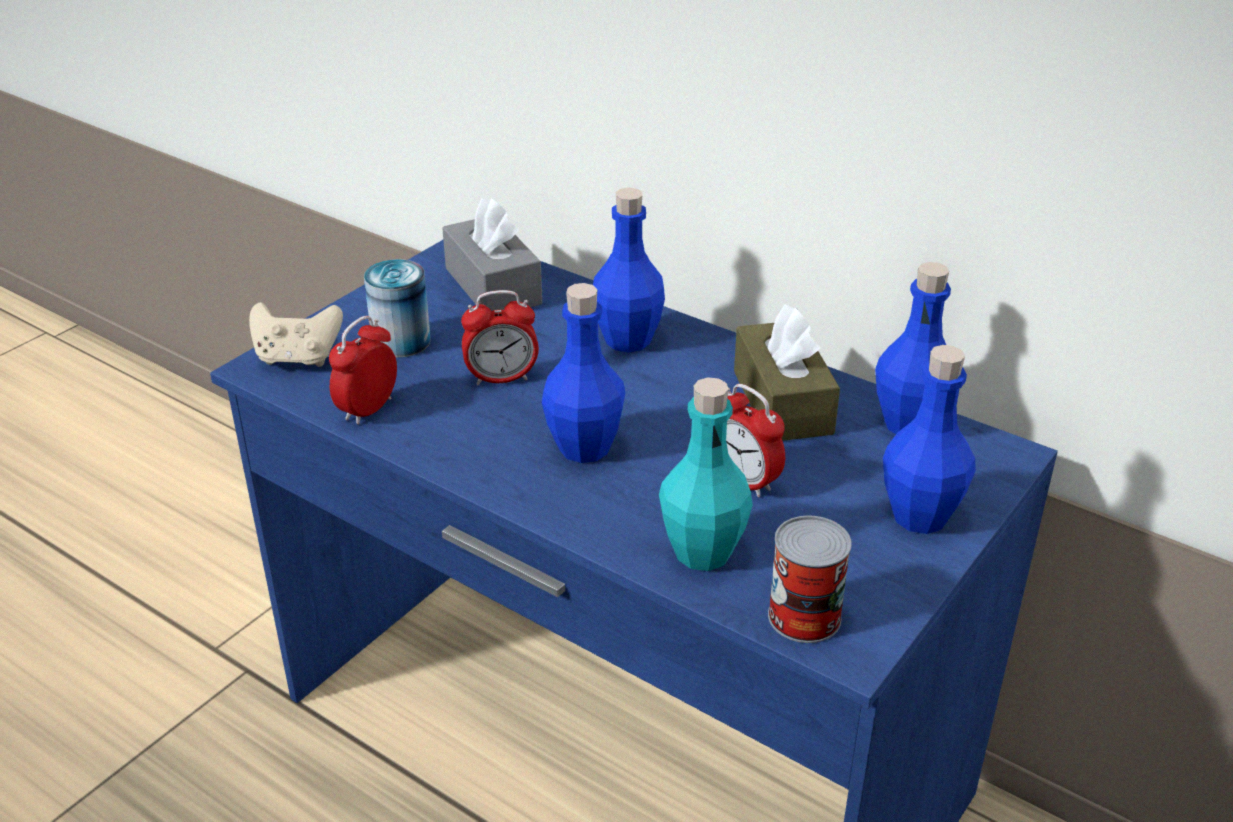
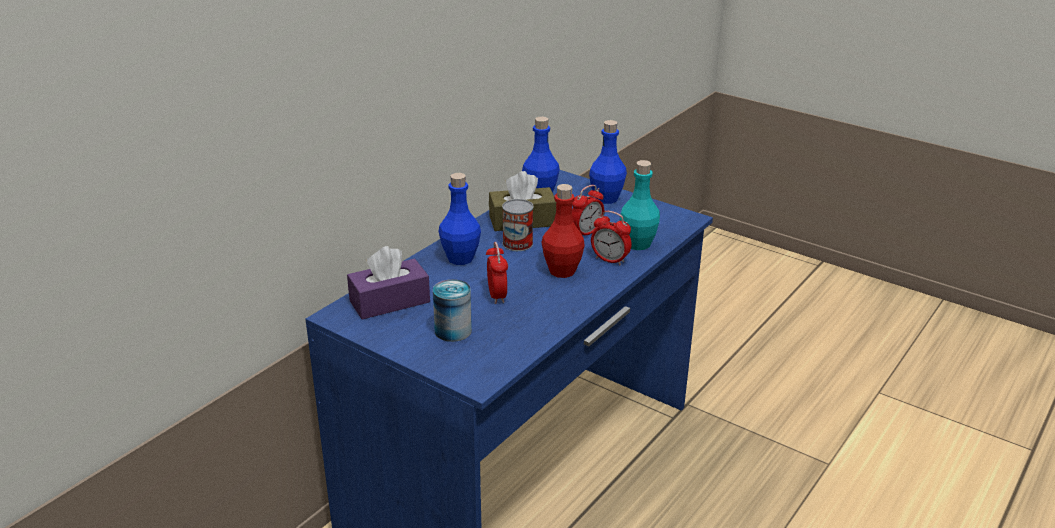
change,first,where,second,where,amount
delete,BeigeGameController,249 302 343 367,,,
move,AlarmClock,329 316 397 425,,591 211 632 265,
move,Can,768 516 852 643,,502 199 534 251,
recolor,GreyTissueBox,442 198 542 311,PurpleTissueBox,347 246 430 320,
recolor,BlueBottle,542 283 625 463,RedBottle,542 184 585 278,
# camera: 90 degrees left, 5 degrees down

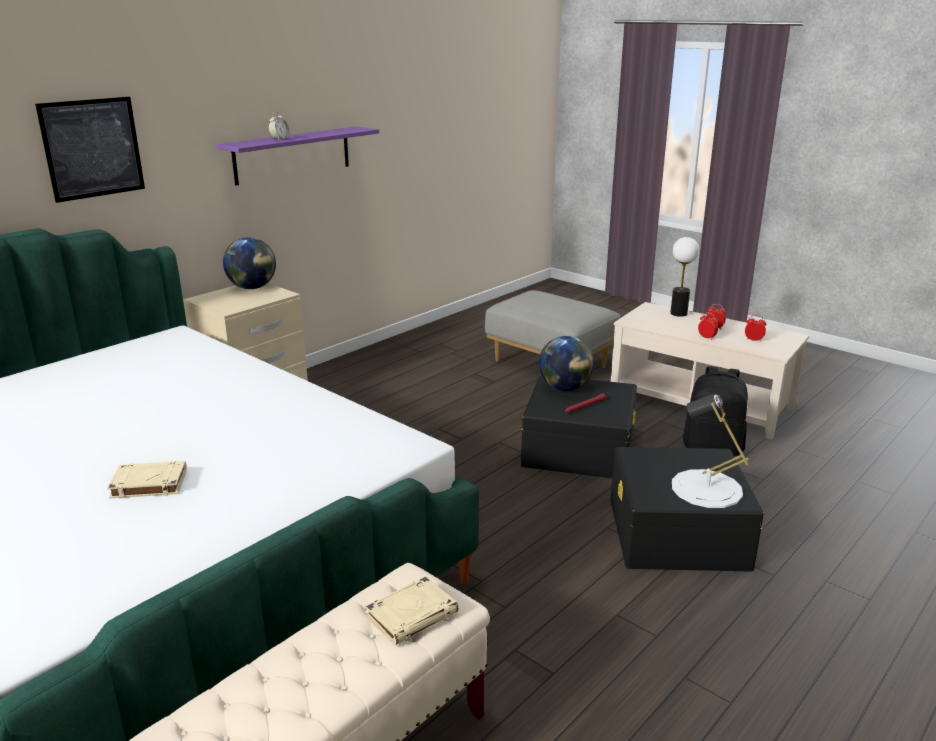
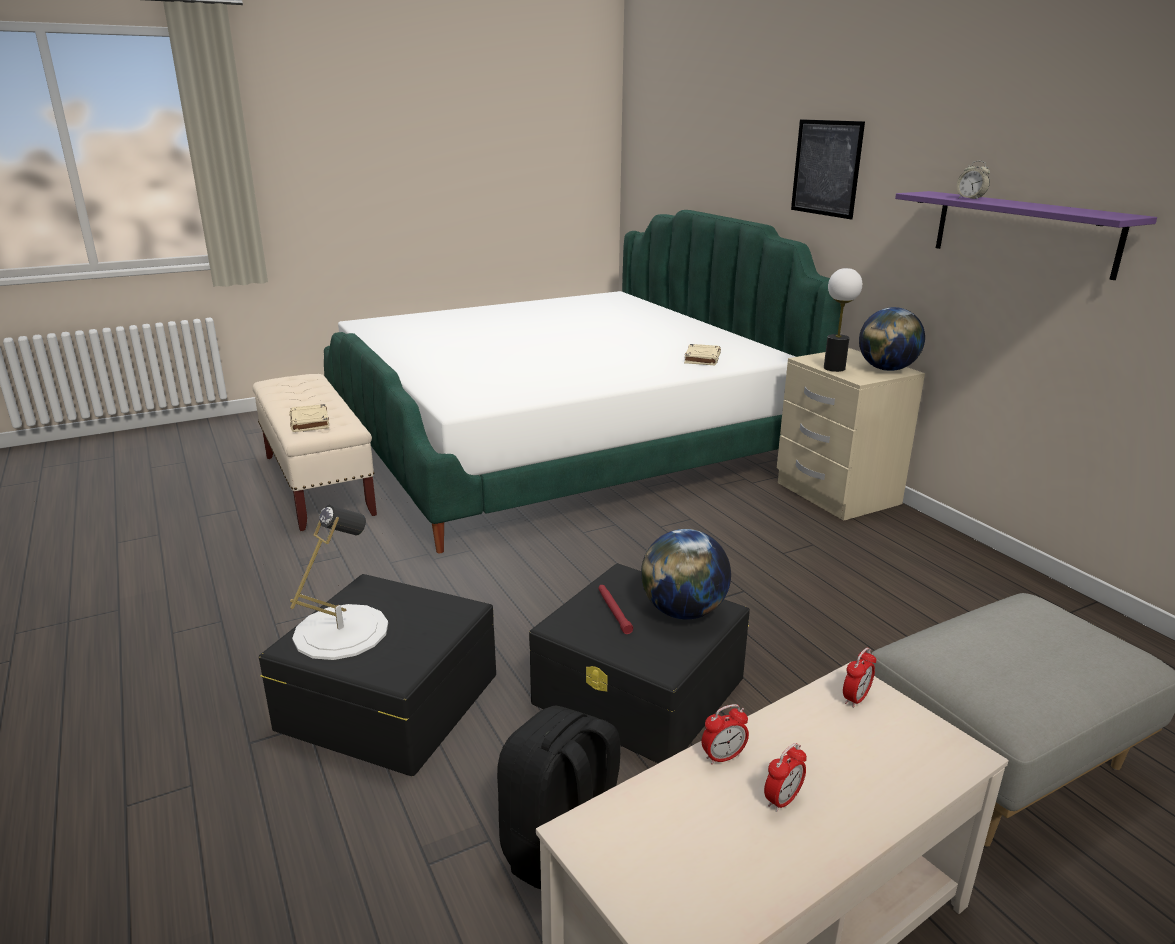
change,first,where,second,where,amount
move,BeigeBook,107 461 187 498,,684 344 721 365,
move,TableLamp,670 237 699 317,,824 268 862 372,
move,AlarmClock,745 315 766 342,,843 648 876 708,
# camera: 110 degrees right, 0 degrees up

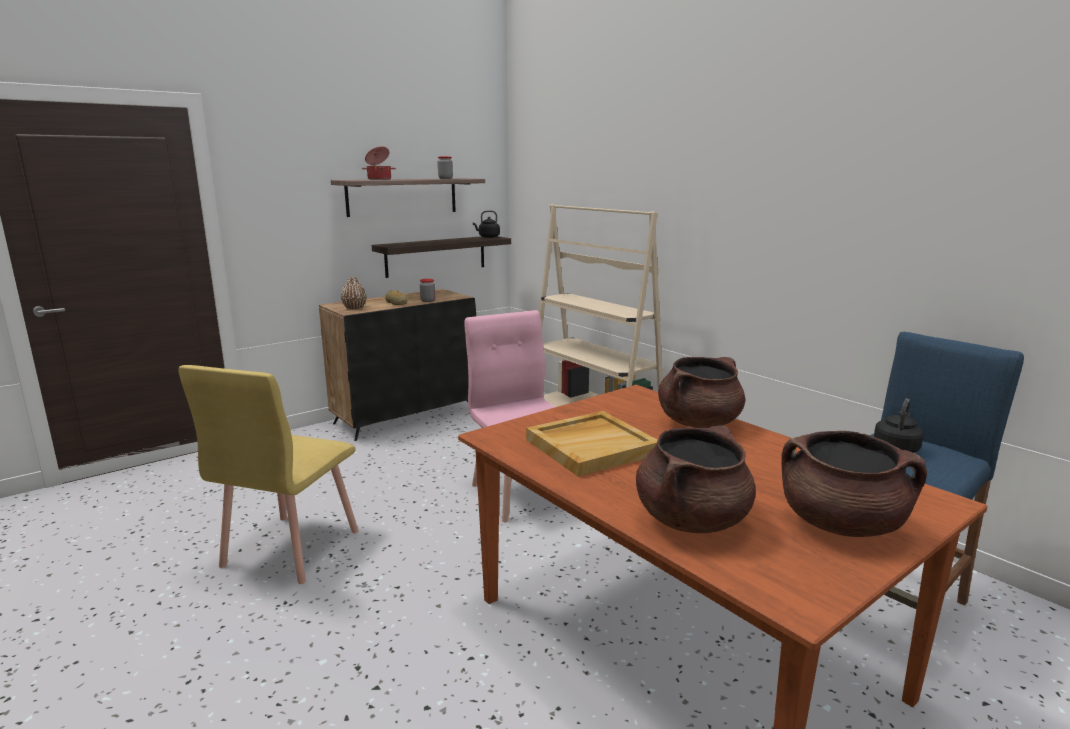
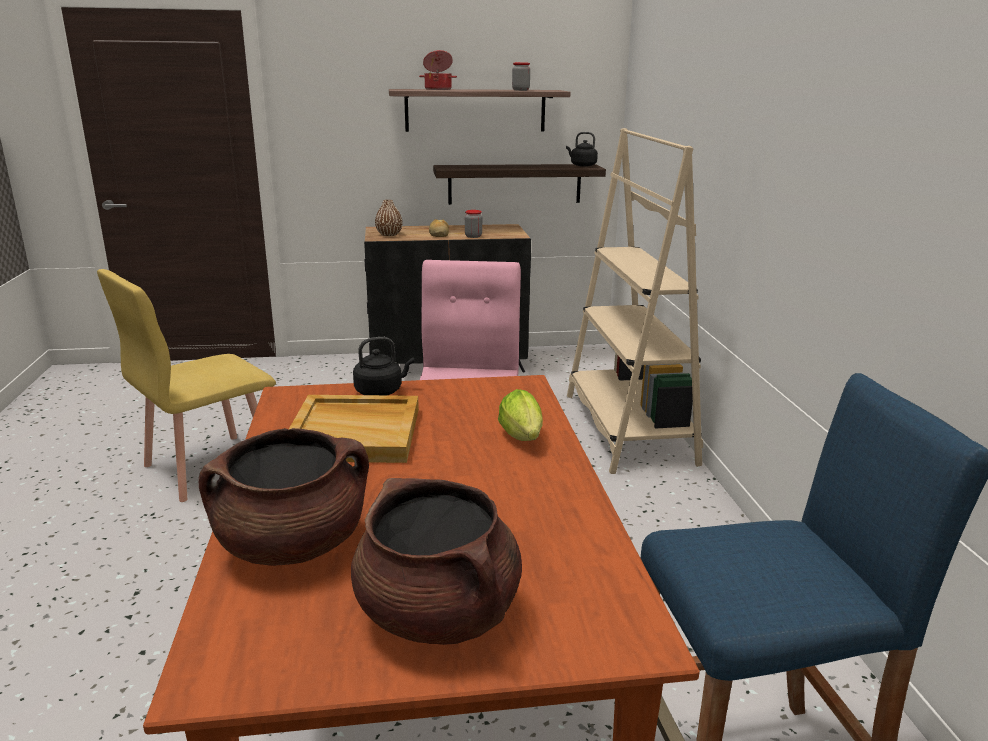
change,first,where,second,where,amount
move,BlackKettle,874 399 924 453,,353 337 414 395,
replace,BrownCookingPot,658 357 745 428,Lettuce,498 389 543 441,
# camera: 30 degrees right, 5 degrees up

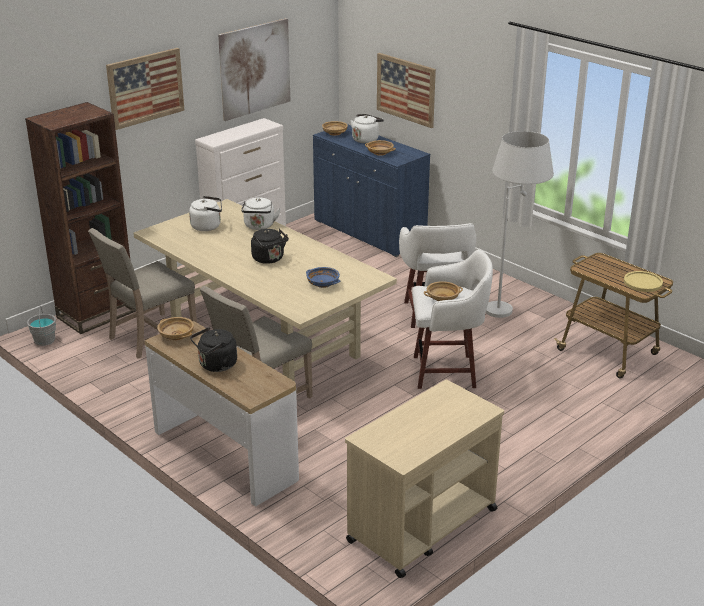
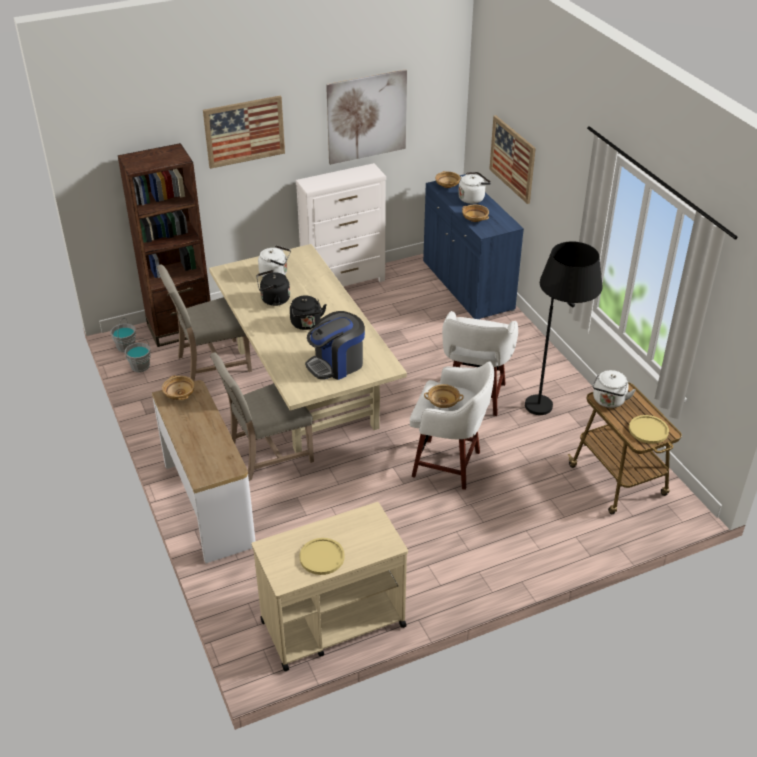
change,first,where,second,where,amount
insert,,,GreyBucket,125 338 151 372,
insert,,,YellowPlate,299 538 345 575,
move,BlackKettle,190 327 237 372,,256 270 290 306,
move,WhiteKettle,241 198 280 230,,593 370 636 408,
replace,BlueBowl,306 267 340 288,CoffeeMachine,305 311 365 380,
recolor,WhiteFloorLamp,486 131 554 318,BlackFloorLamp,525 241 602 415,
# camera: 20 degrees right, 10 degrees up

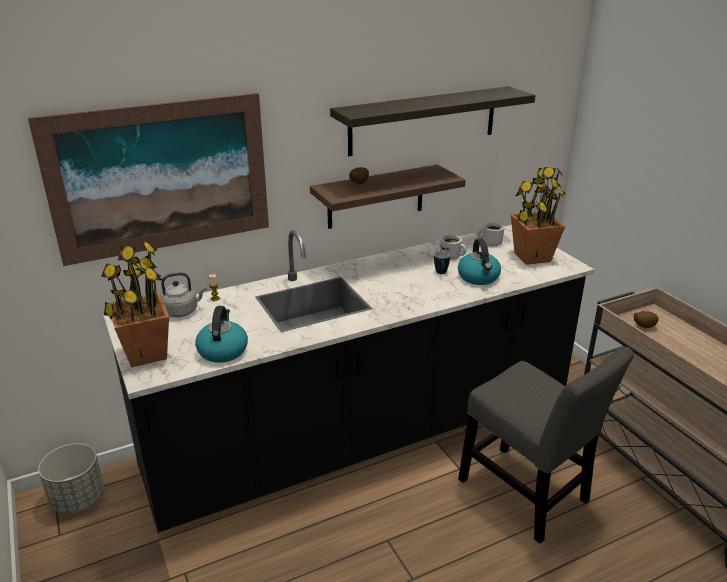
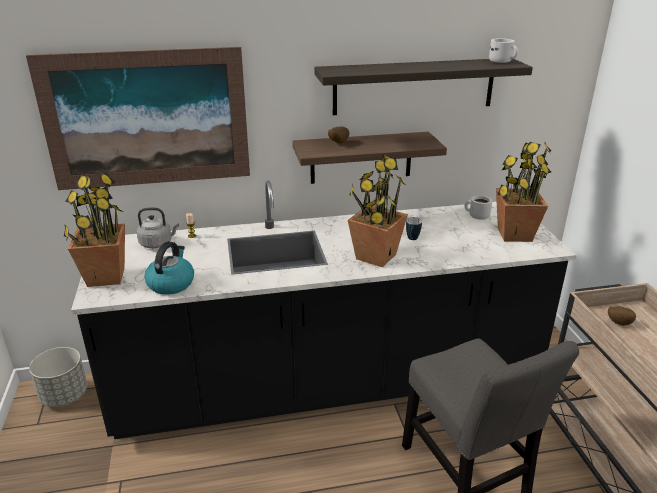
change,first,where,second,where,amount
delete,Kettle,458 238 501 285,,,
insert,,,PottedPlant,348 154 408 267,
move,WhiteMug,440 235 467 260,,489 38 518 63,
# camera: 15 degrees right, 0 degrees up

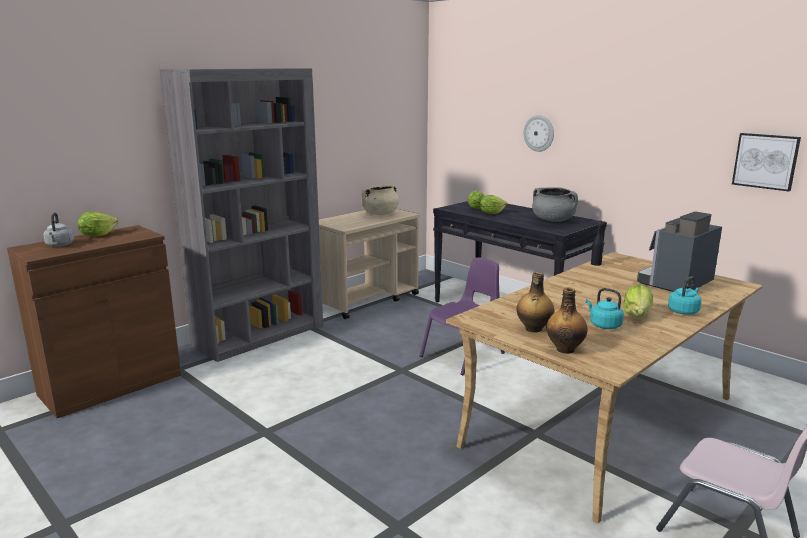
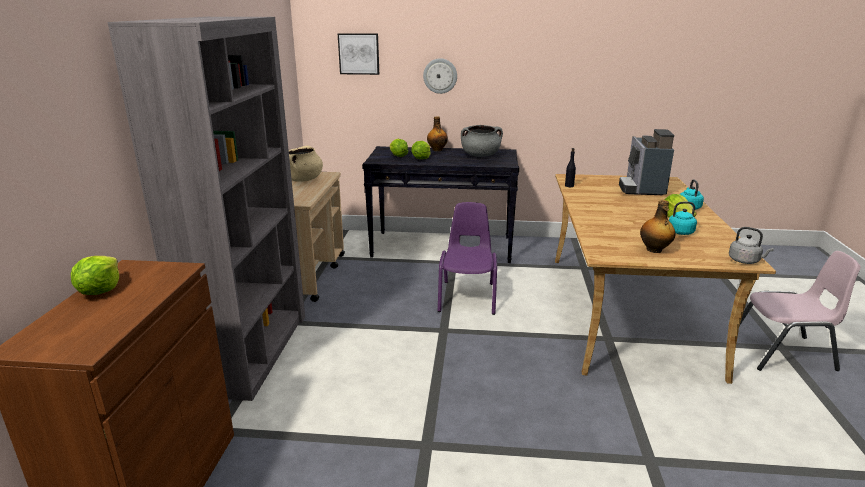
change,first,where,second,where,amount
move,GreyKettle,43 212 74 247,,729 227 774 264,
move,Bottle,546 287 588 354,,427 116 448 152,
move,Picture,732 133 801 191,,338 33 379 75,
# camera: 40 degrees left, 5 degrees up

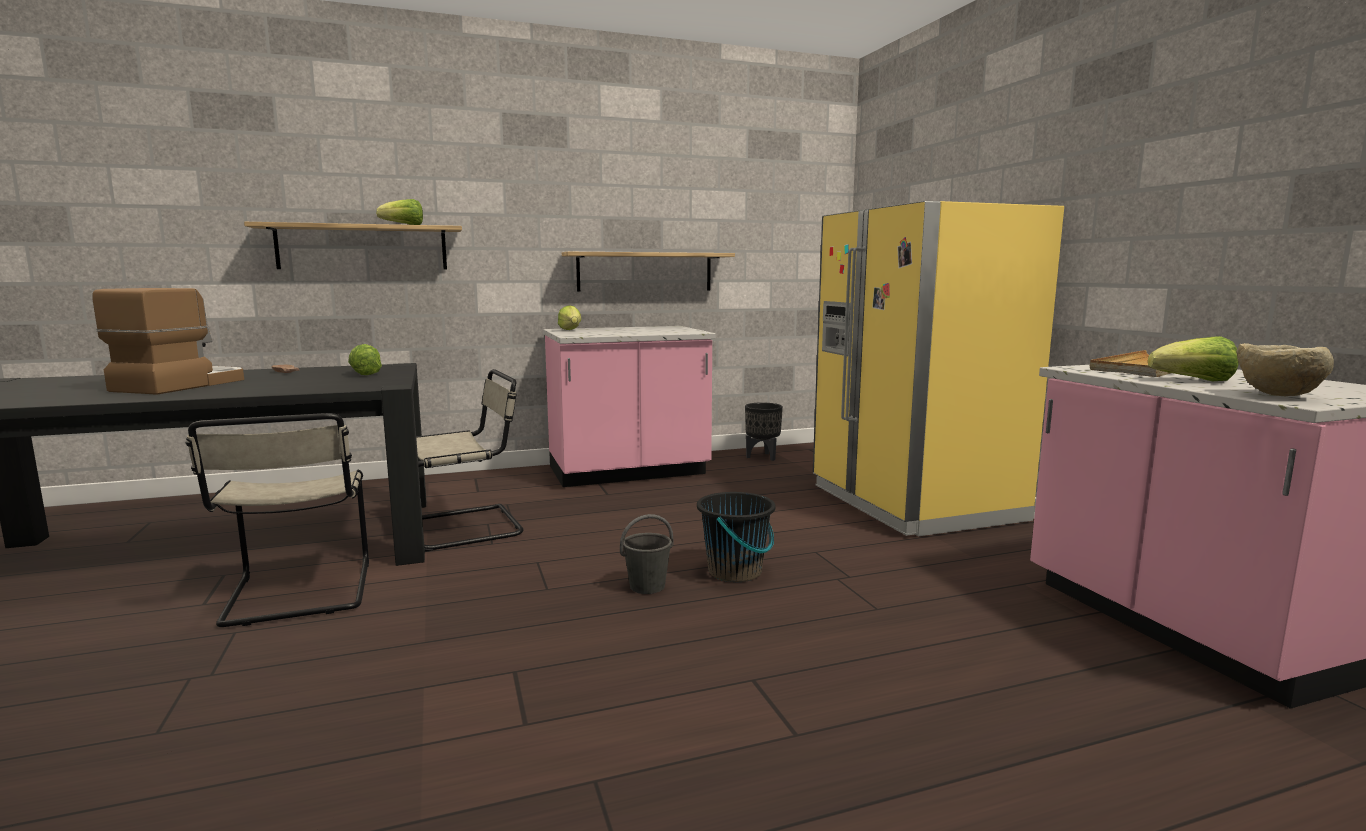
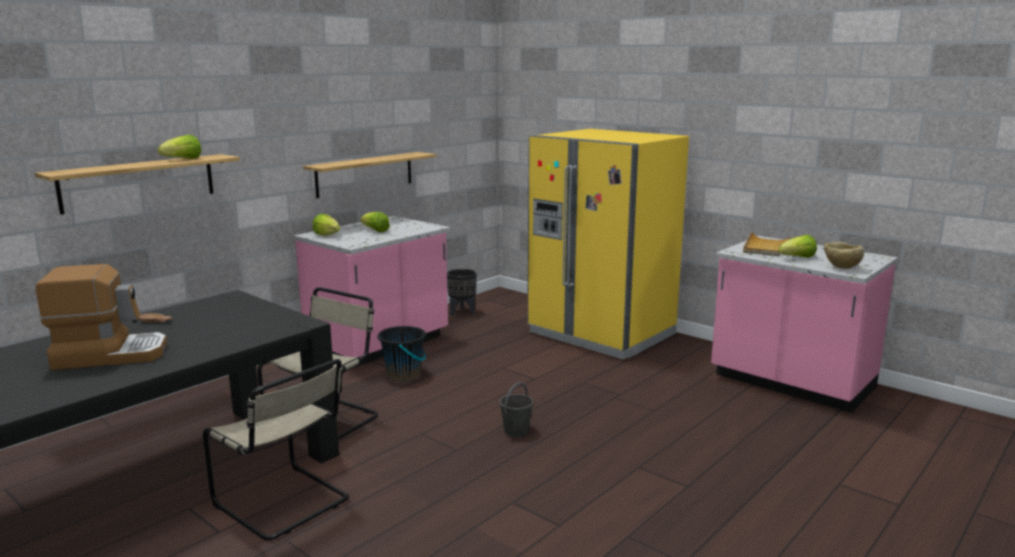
change,first,where,second,where,amount
move,Lettuce,348 344 382 375,,360 212 390 232,
move,BlackBucket,697 492 775 582,,378 326 426 382,
rotate,CoffeeMachine,93 288 244 395,,36 264 167 370,90 degrees clockwise
# camera: 30 degrees left, 5 degrees up

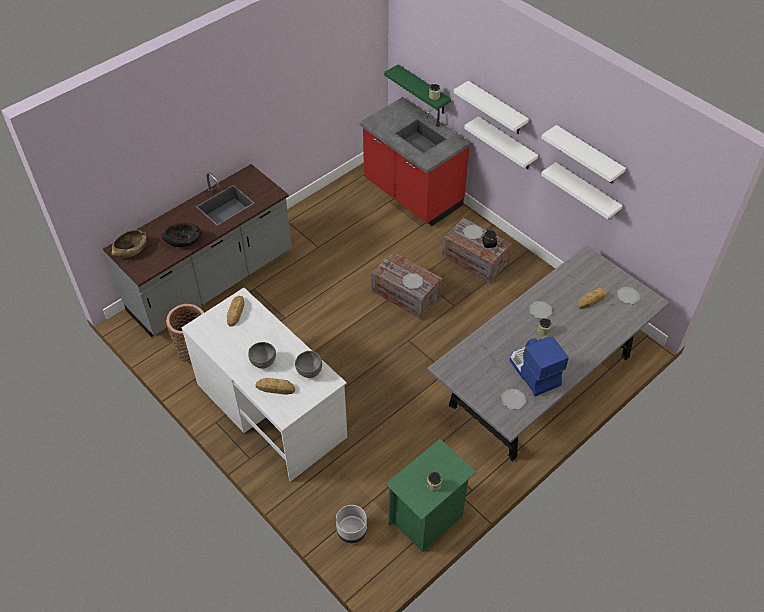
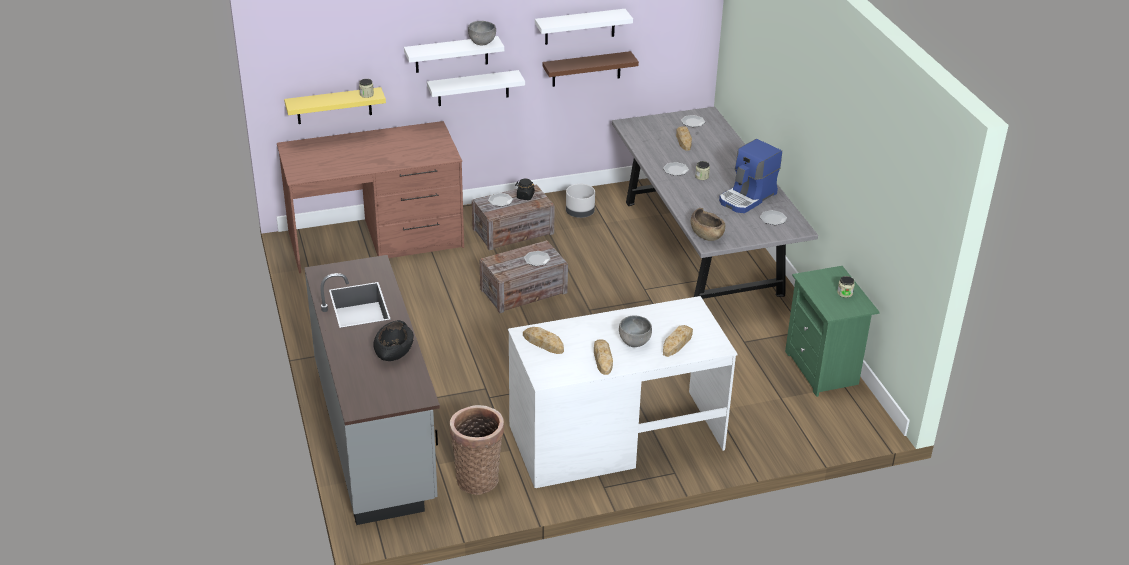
change,first,where,second,where,amount
insert,,,Bread,594 339 613 375,
move,BrownBowl,112 230 147 258,,691 208 725 241,
move,GreyBowl,295 351 322 378,,468 21 496 46,
move,GreyPlanter,336 505 367 543,,566 184 595 218,
replace,RedCounter,359 97 471 226,BrownDesk,277 121 464 273,
recolor,GreenShelf,384 64 451 113,YellowShelf,284 87 386 124,
recolor,WhiteShelf,541 162 623 219,BrownShelf,543 51 639 87,
rotate,CoffeeMachine,509 336 569 396,,719 139 782 213,45 degrees counterclockwise
# camera: 65 degrees left, 15 degrees down

